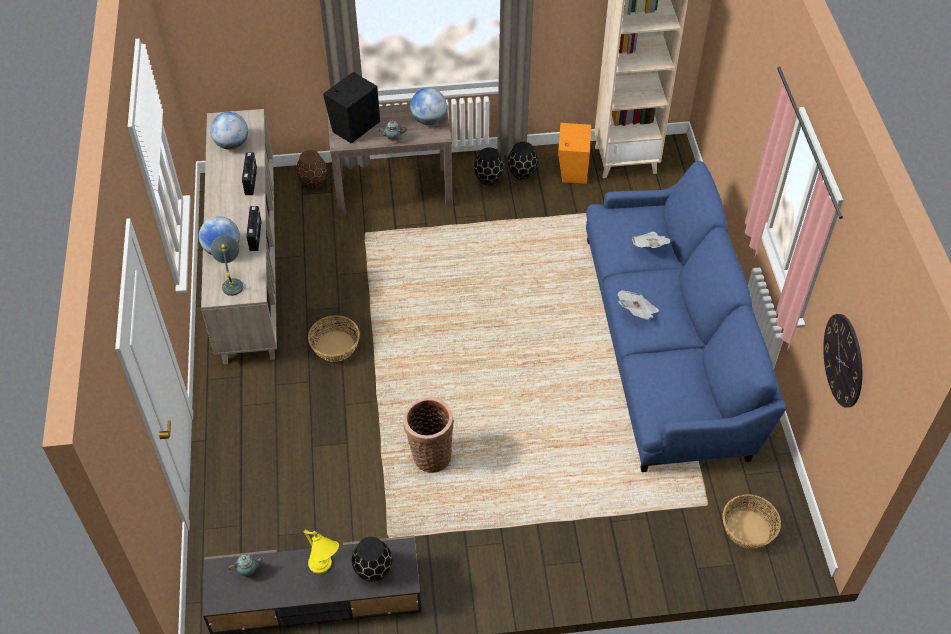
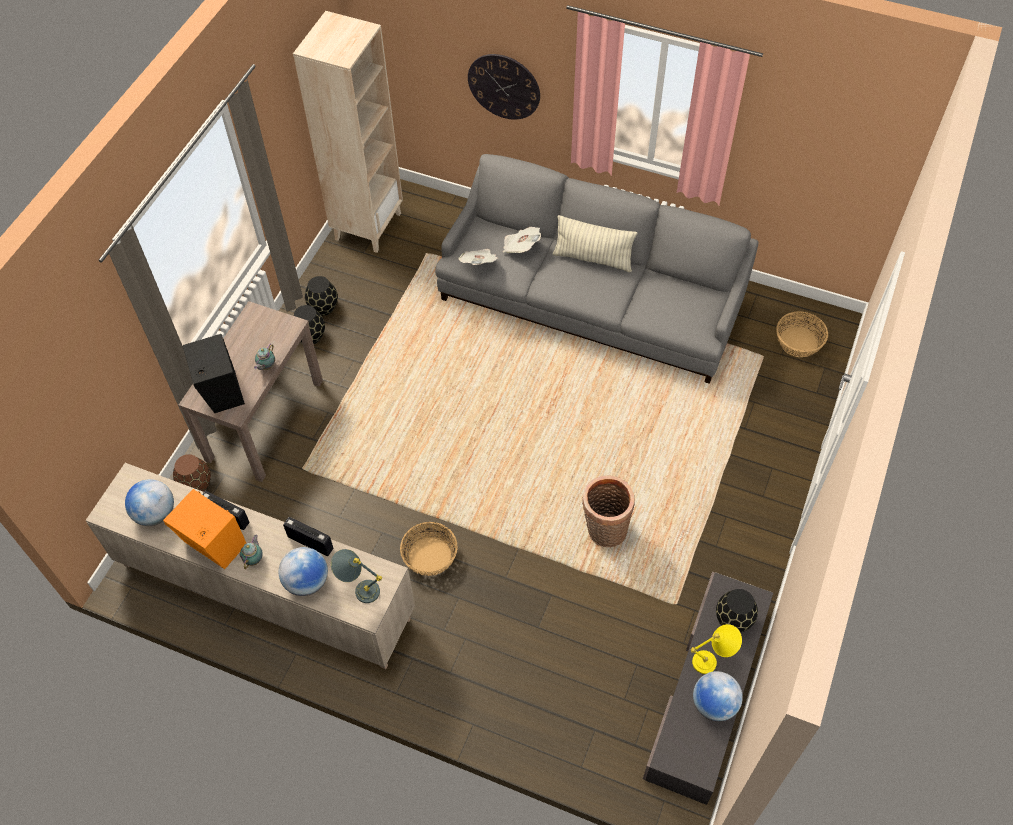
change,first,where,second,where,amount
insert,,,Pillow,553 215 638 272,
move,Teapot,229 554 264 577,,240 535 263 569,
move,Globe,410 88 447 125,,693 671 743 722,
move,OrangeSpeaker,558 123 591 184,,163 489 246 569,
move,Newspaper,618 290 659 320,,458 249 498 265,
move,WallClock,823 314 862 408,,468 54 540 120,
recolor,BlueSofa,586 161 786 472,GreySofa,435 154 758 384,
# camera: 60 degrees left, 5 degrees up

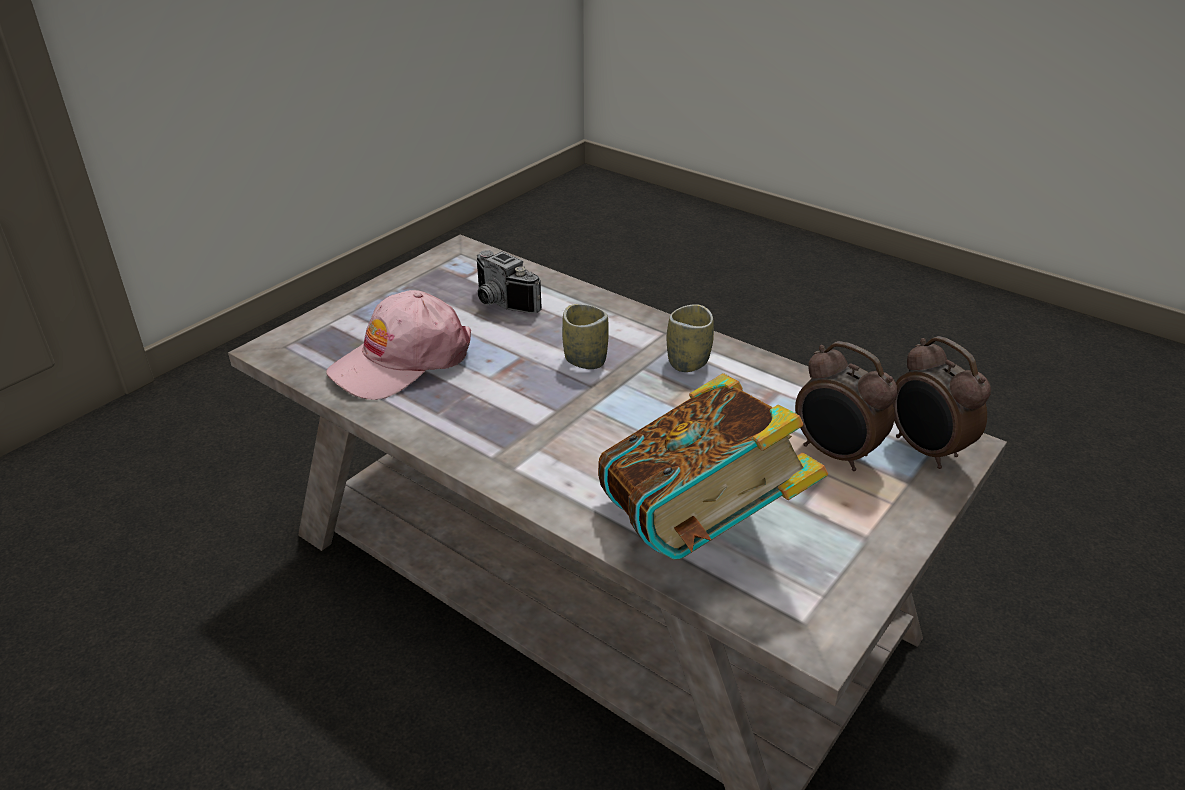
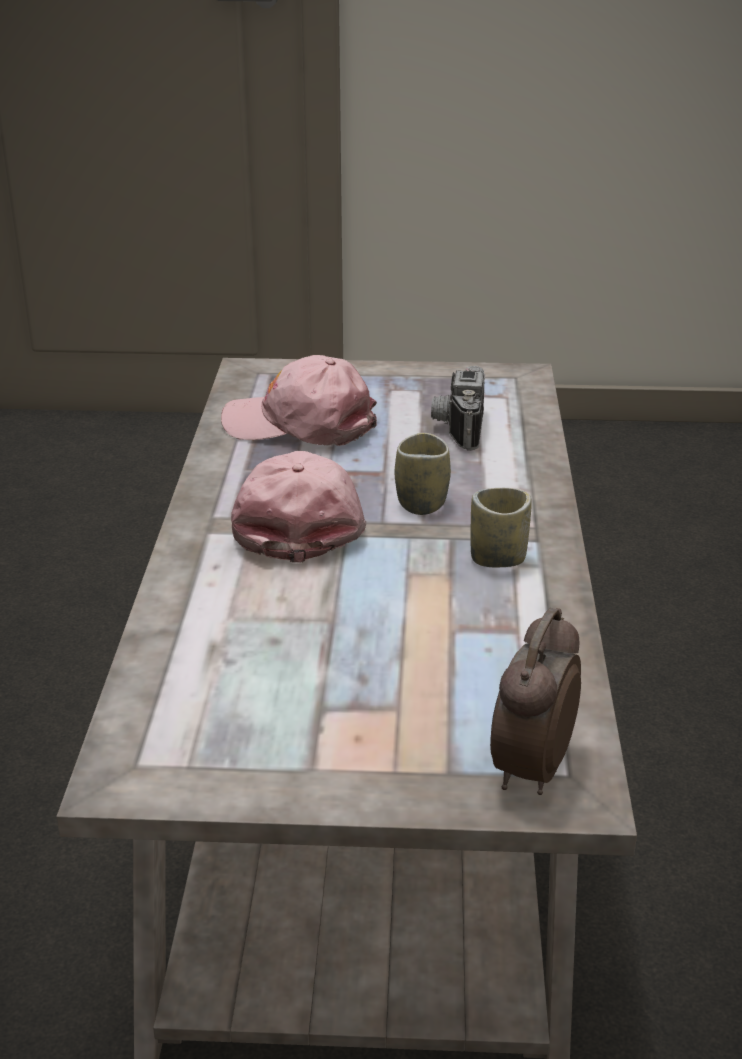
change,first,where,second,where,amount
delete,Book,598 373 828 560,,,
delete,AlarmClock,795 341 898 471,,,
insert,,,PinkCap,231 451 366 563,
# camera: 55 degrees right, 5 degrees down

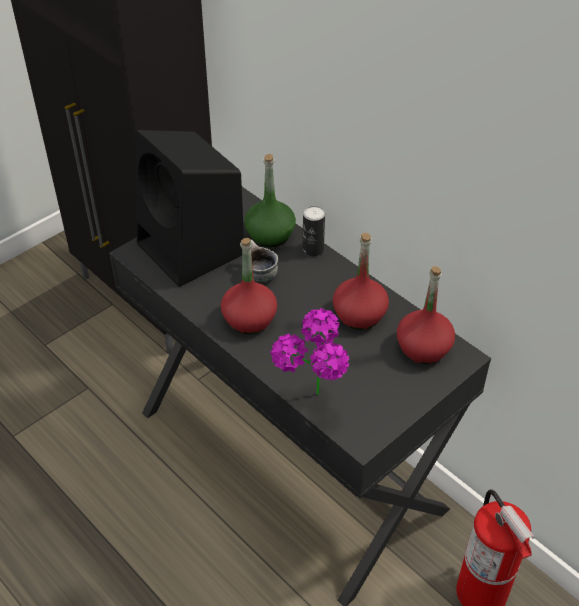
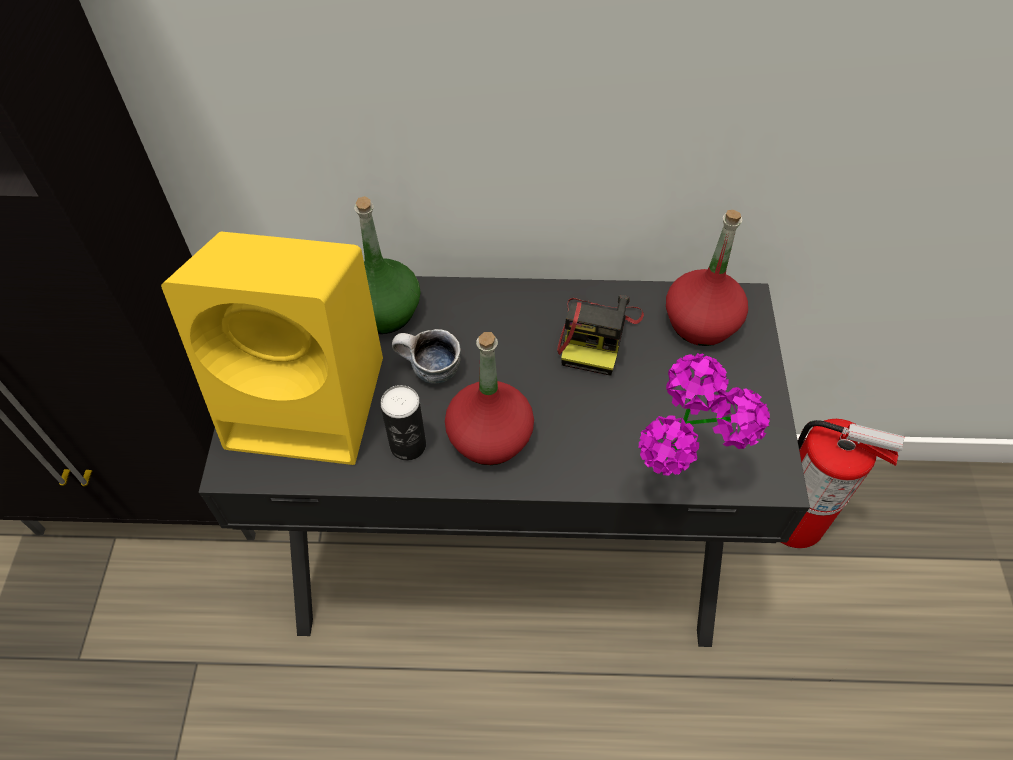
change,first,where,second,where,amount
move,Can,303 206 325 257,,380 385 426 461,
replace,RedBottle,333 233 389 330,PhotoCamera,557 295 644 376,
recolor,BlackSpeaker,135 130 244 287,YellowSpeaker,161 232 383 465,
# camera: 45 degrees left, 10 degrees up

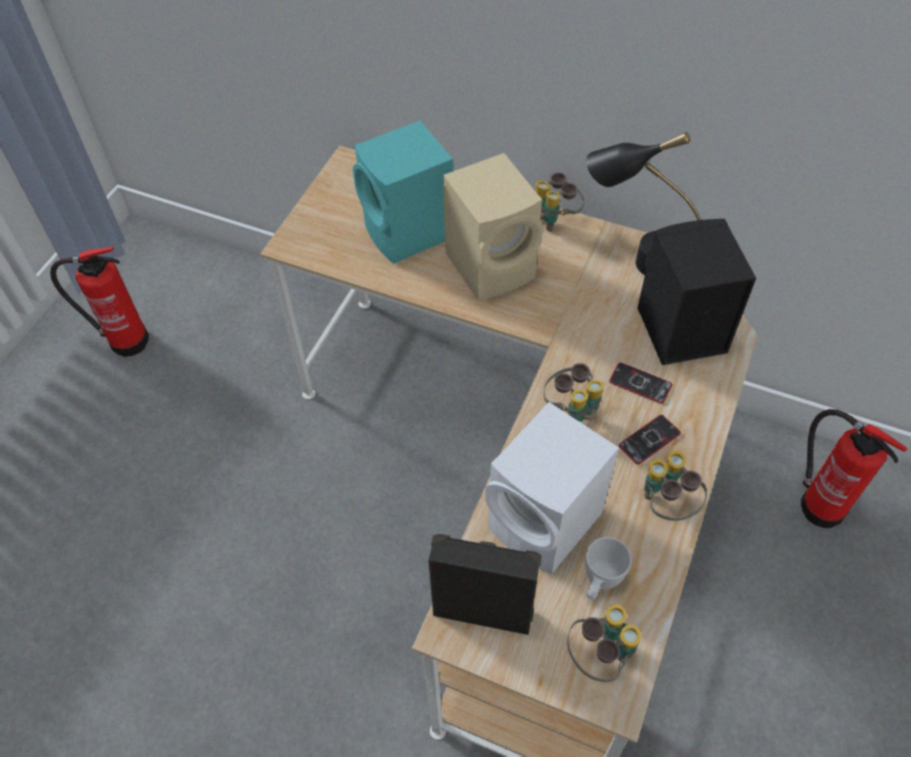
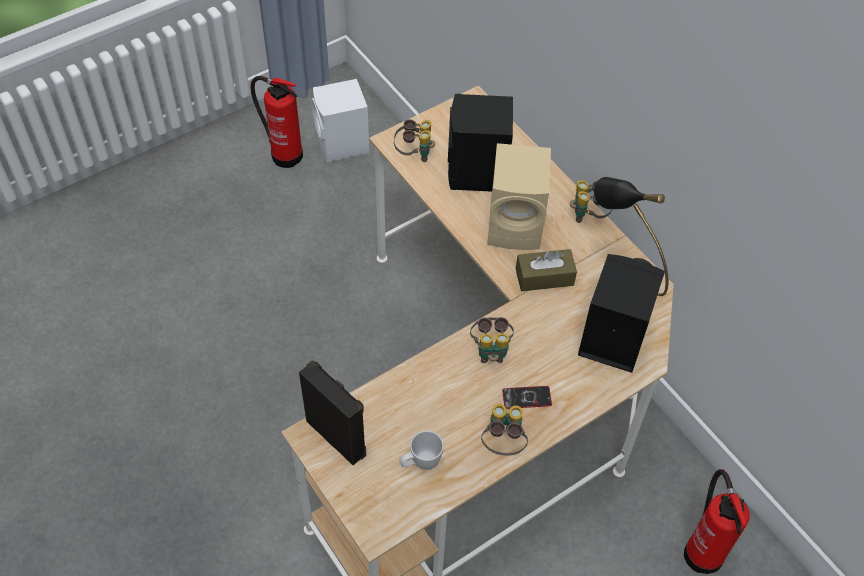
change,first,where,second,where,amount
delete,Phone,609 363 672 404,,,
insert,,,BrownTissueBox,516 249 577 291,
move,WhiteSpeaker,485 402 619 575,,311 79 369 162,
move,Binoculars,567 604 642 682,,394 119 435 162,
recolor,TurquoiseSpeaker,353 120 453 264,BlackSpeaker,448 94 513 192,
# camera: 30 degrees right, 0 degrees up

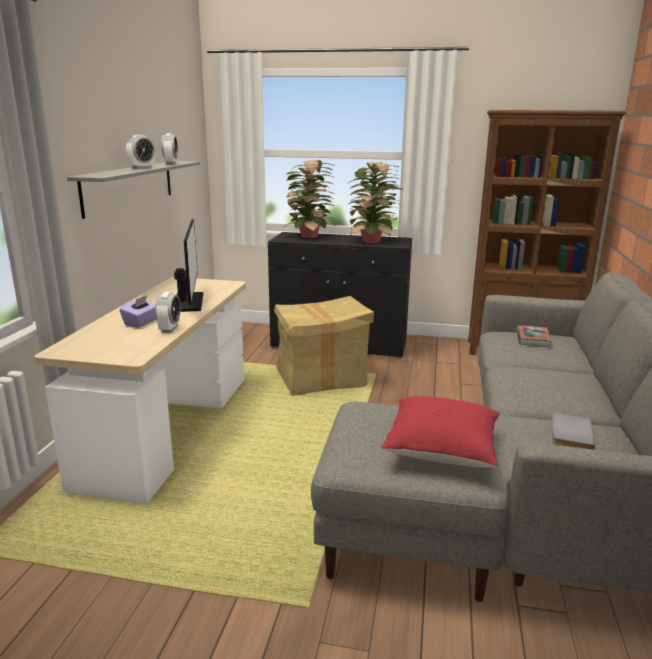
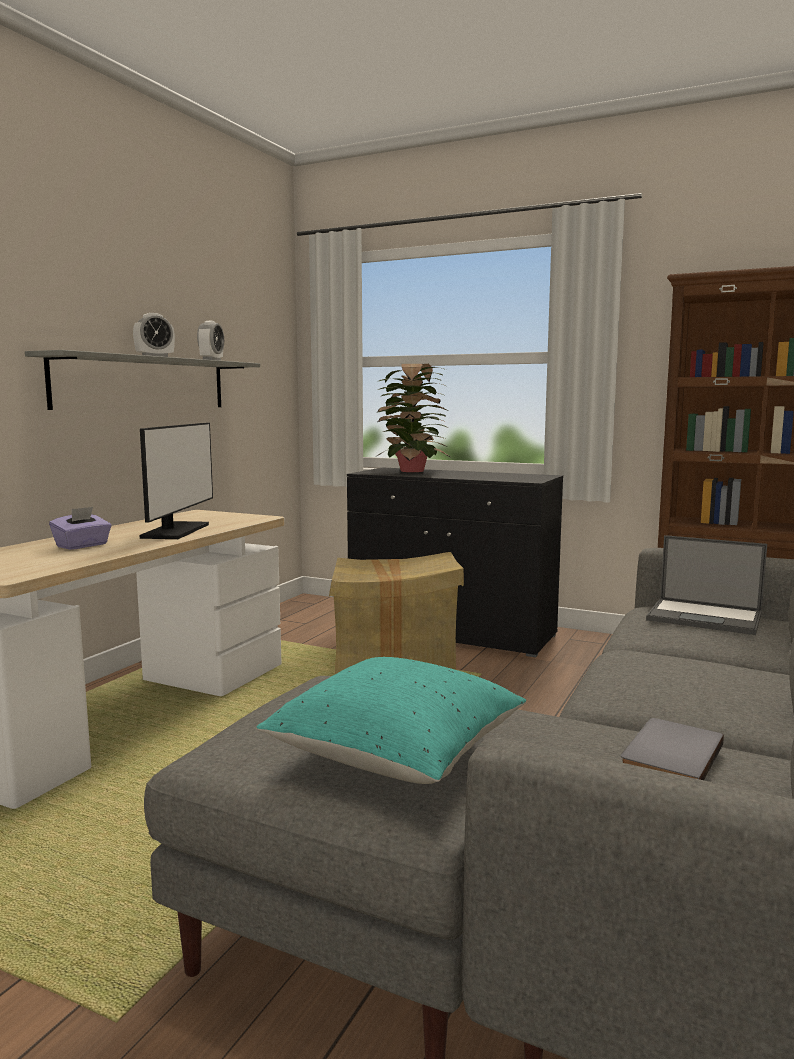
change,first,where,second,where,amount
delete,AlarmClock,155 291 181 333,,,
delete,PottedPlant,348 162 404 243,,,
replace,Book,517 325 552 347,Laptop,646 535 767 635,
recolor,RedPillow,381 396 500 468,TurquoisePillow,256 657 526 784,
# camera: 15 degrees right, 10 degrees down

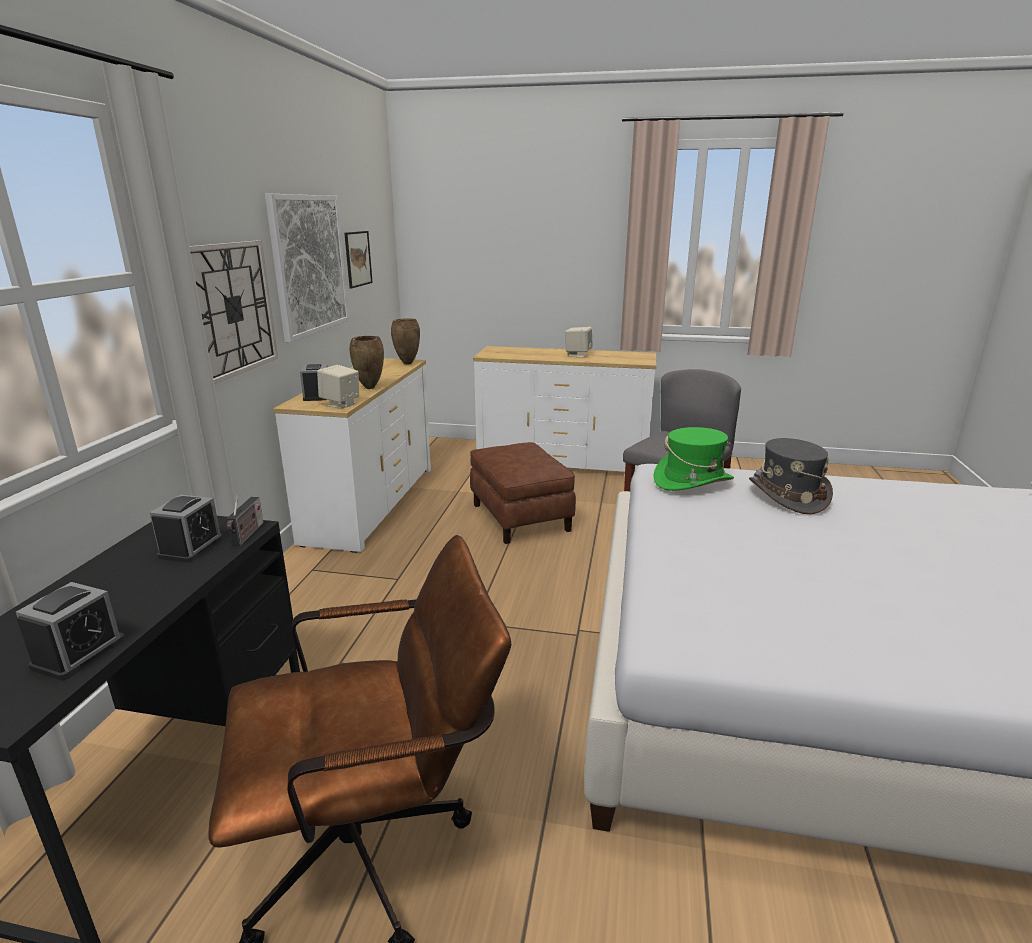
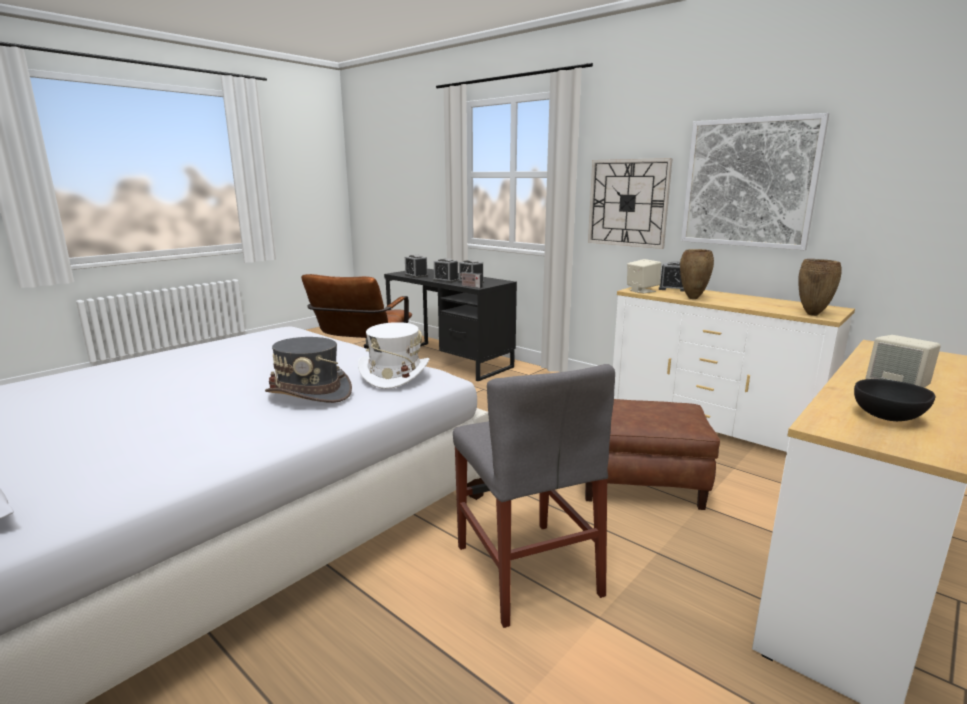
change,first,where,second,where,amount
delete,Picture,344 231 373 288,,,
insert,,,AlarmClock,433 258 459 283,
insert,,,BlackBowl,854 379 935 421,
recolor,GreenHat,654 427 734 491,WhiteHat,358 322 429 389,
# camera: 120 degrees right, 5 degrees down

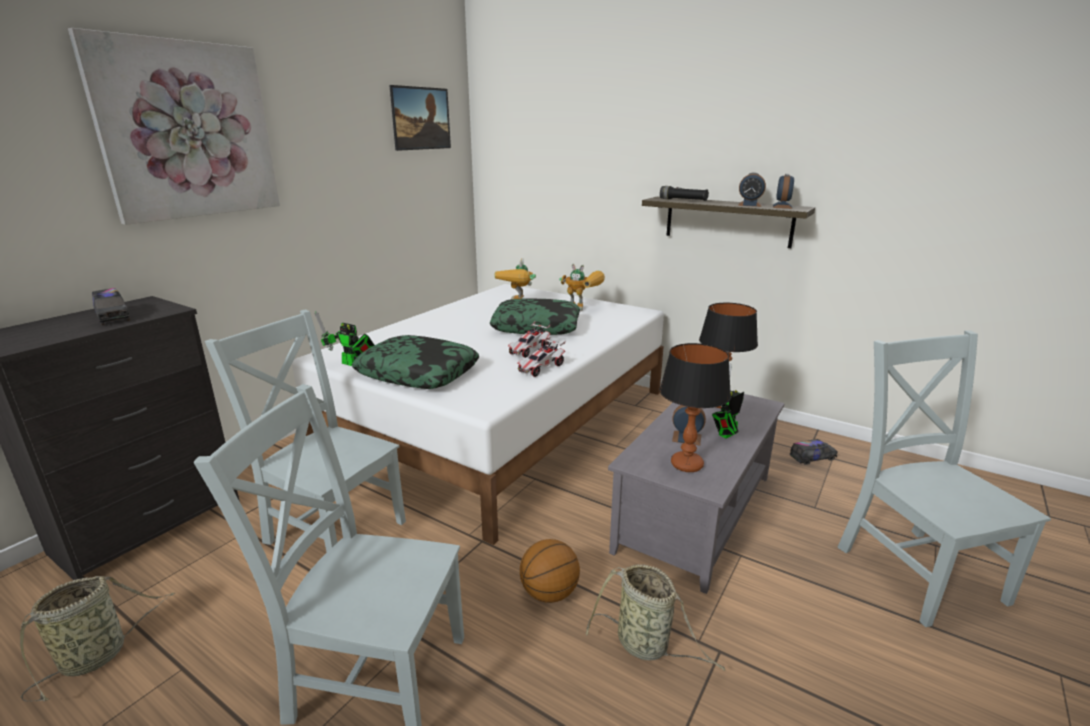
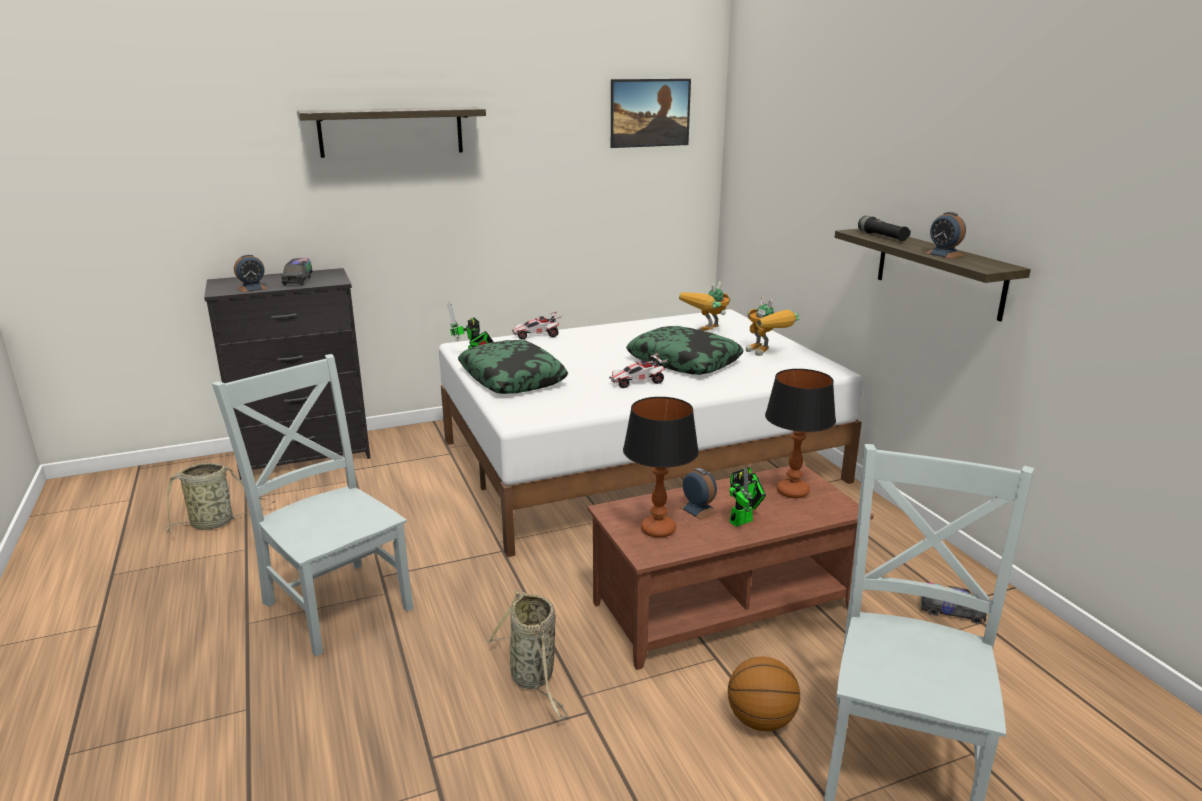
change,first,where,second,where,amount
delete,GreyChair,205 309 406 552,,,
move,ToyCar,517 337 566 377,,512 311 561 339,
move,Basketball,520 539 580 603,,728 657 800 731,
move,AlarmClock,773 174 794 209,,234 254 267 293,
replace,Picture,68 28 280 225,Shelf,297 107 486 158,
recolor,GreyCoffeeTable,608 392 784 594,BrownCoffeeTable,588 464 874 670,
rotate,ToyRobot,712 363 744 439,,729 467 766 527,150 degrees clockwise
# camera: 35 degrees right, 0 degrees up

